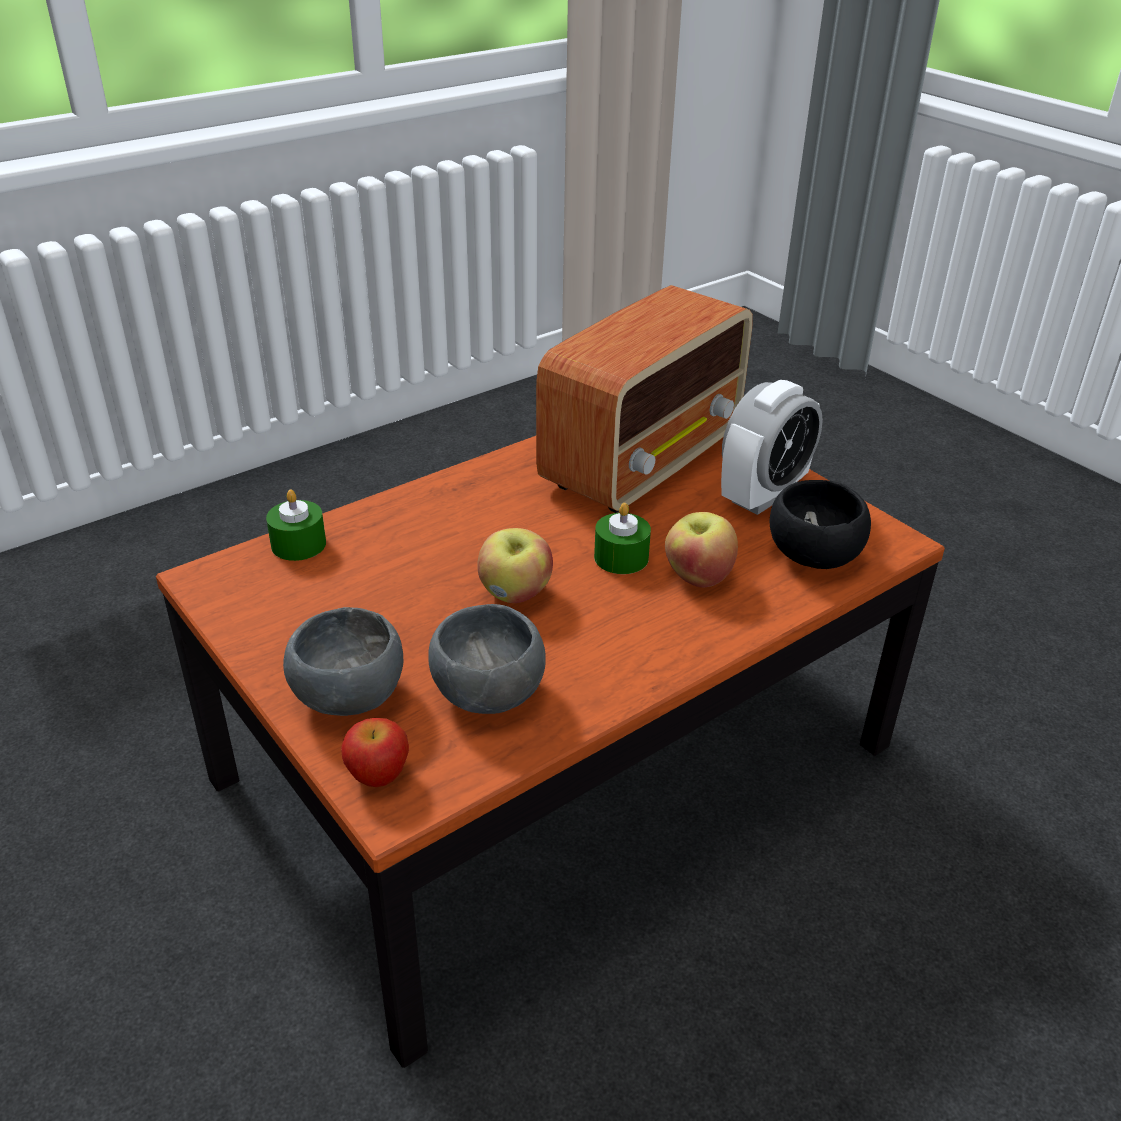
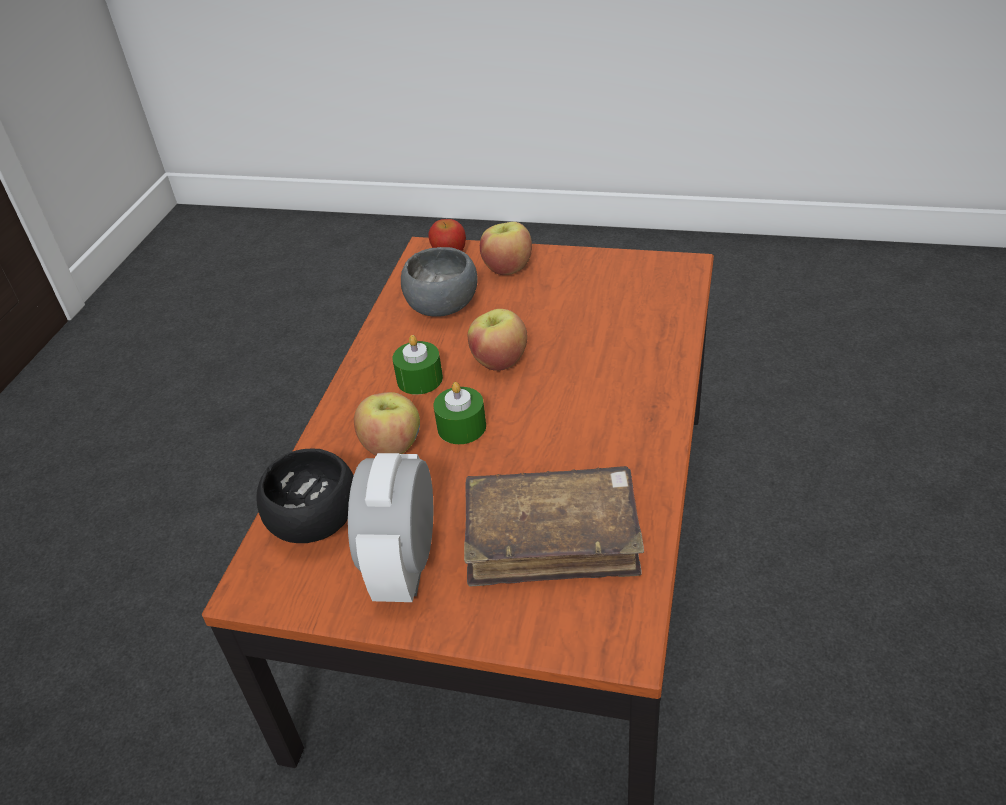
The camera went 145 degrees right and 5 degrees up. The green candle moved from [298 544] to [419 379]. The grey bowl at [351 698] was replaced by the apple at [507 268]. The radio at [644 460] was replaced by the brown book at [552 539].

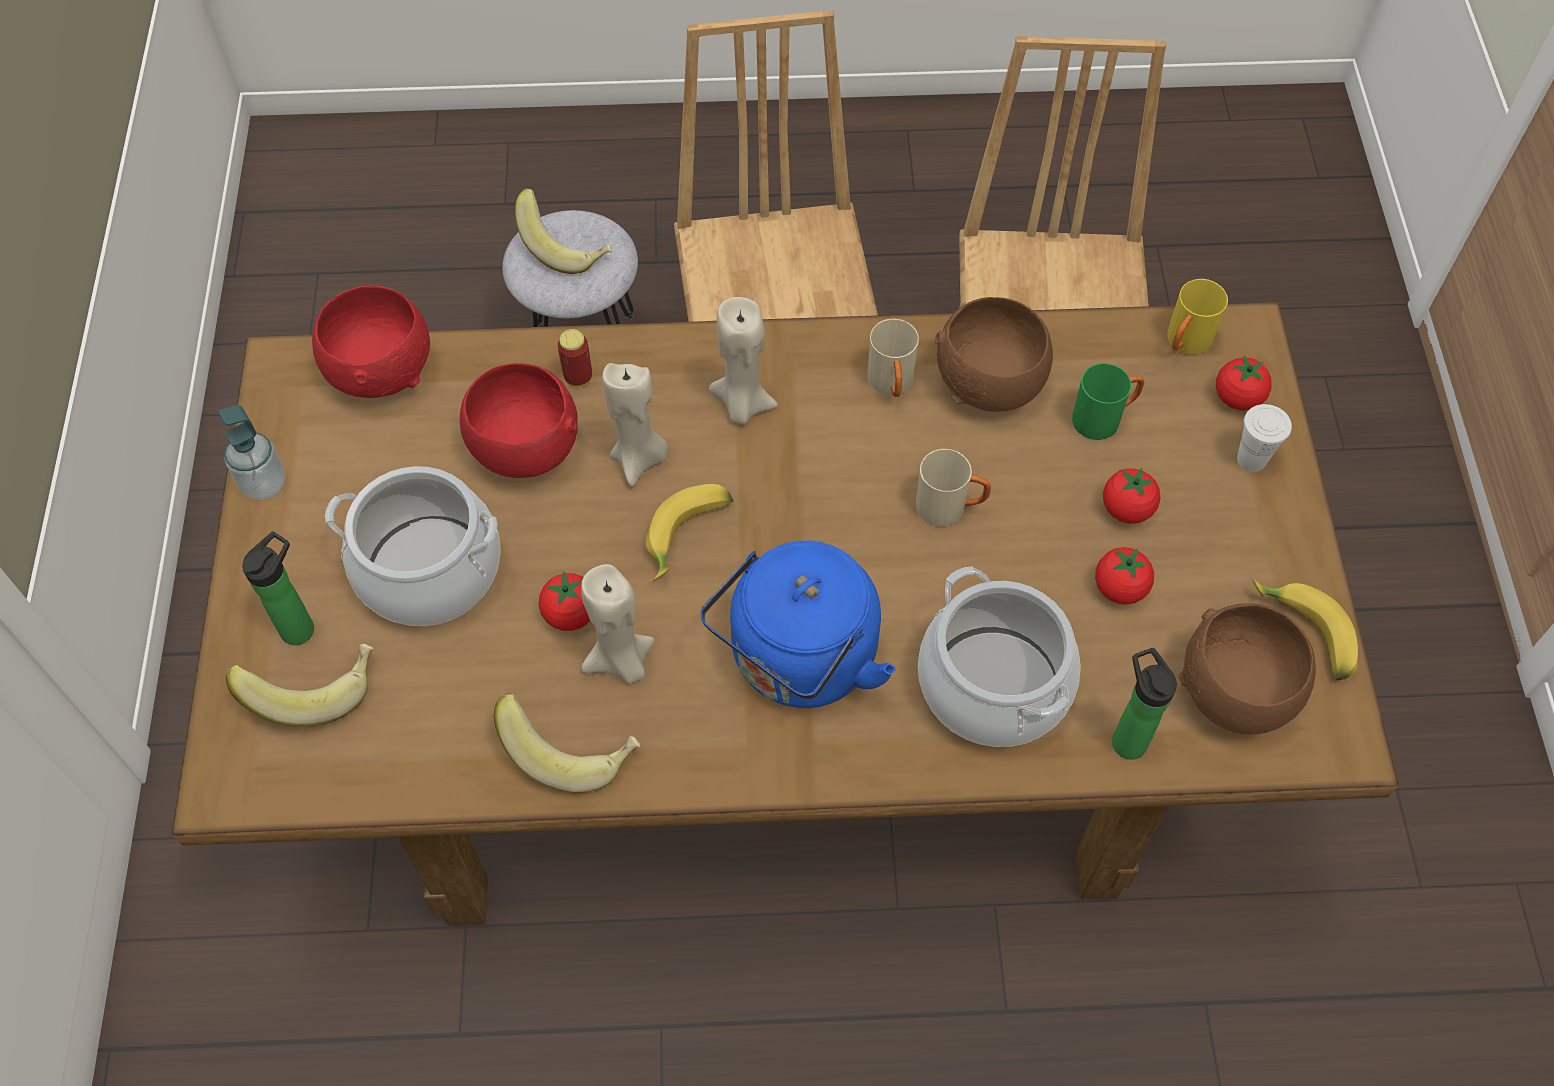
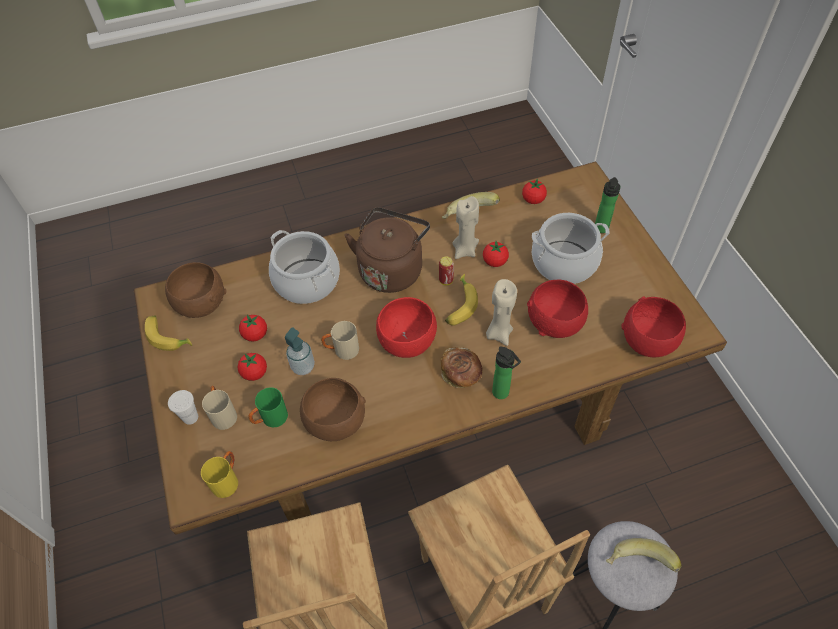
The camera went 165 degrees right and 5 degrees down. The banana at [314 689] disappeared. The red bowl at [406 341] appeared. The soap dispenser moved from [264 484] to [303 367]. The can moved from [578 377] to [446 281]. The beige mug moved from [891 385] to [223 414]. The bottle moved from [1126 738] to [502 394]. The tomato moved from [1237 398] to [533 200]. The beige candle at [742 404] was replaced by the bread at [461 374]. The blue kettle at [799 662] became the brown kettle at [391 269].

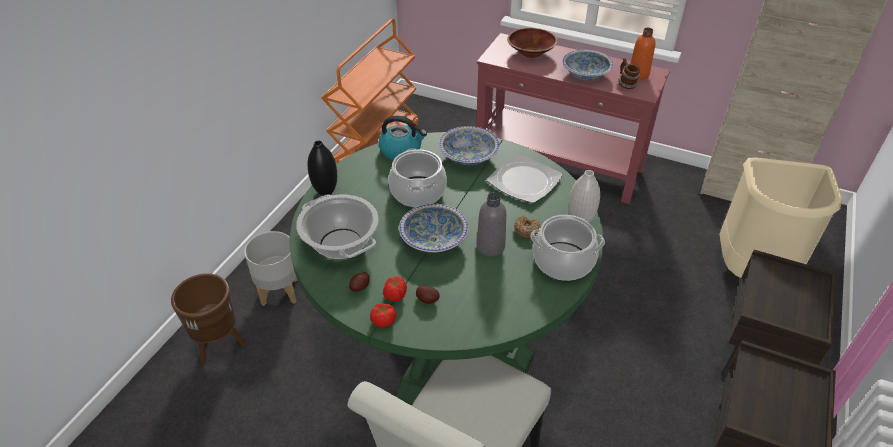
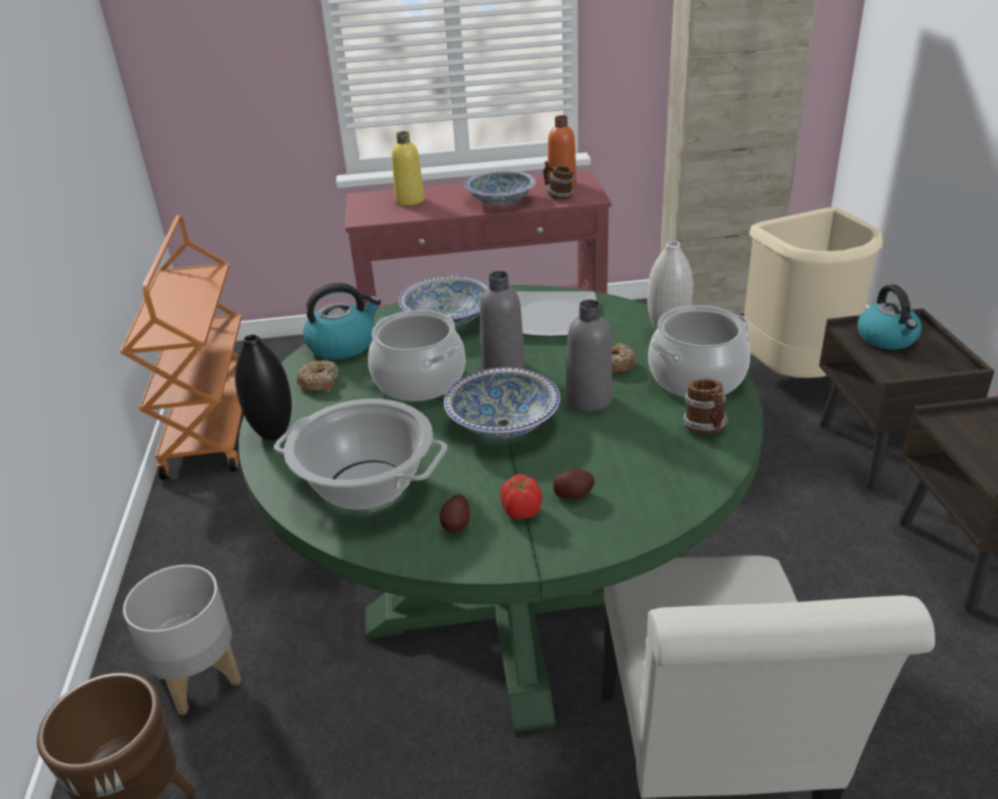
The camera went 30 degrees left and 10 degrees down. The tomato at [383 321] disappeared. The donut at [319 382] appeared. The grey bottle at [503 366] appeared. The mug at [706 428] appeared. The kettle at [887 339] appeared. The brown bowl at [531 53] was replaced by the yellow bottle at [410 200].

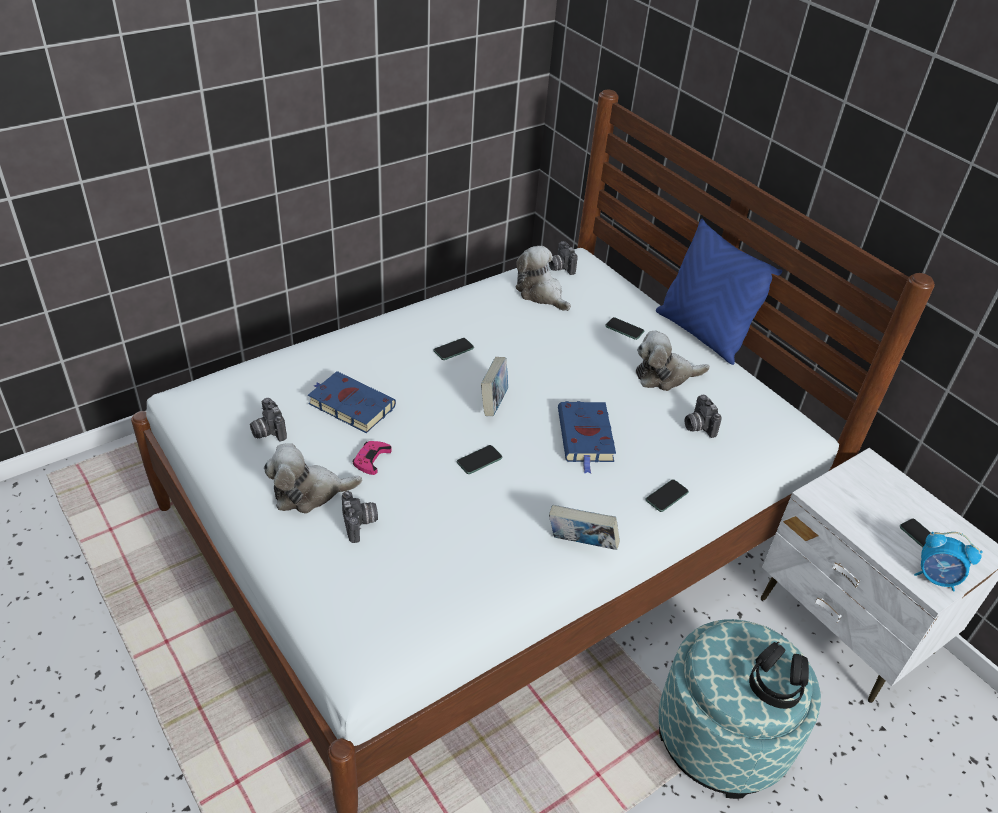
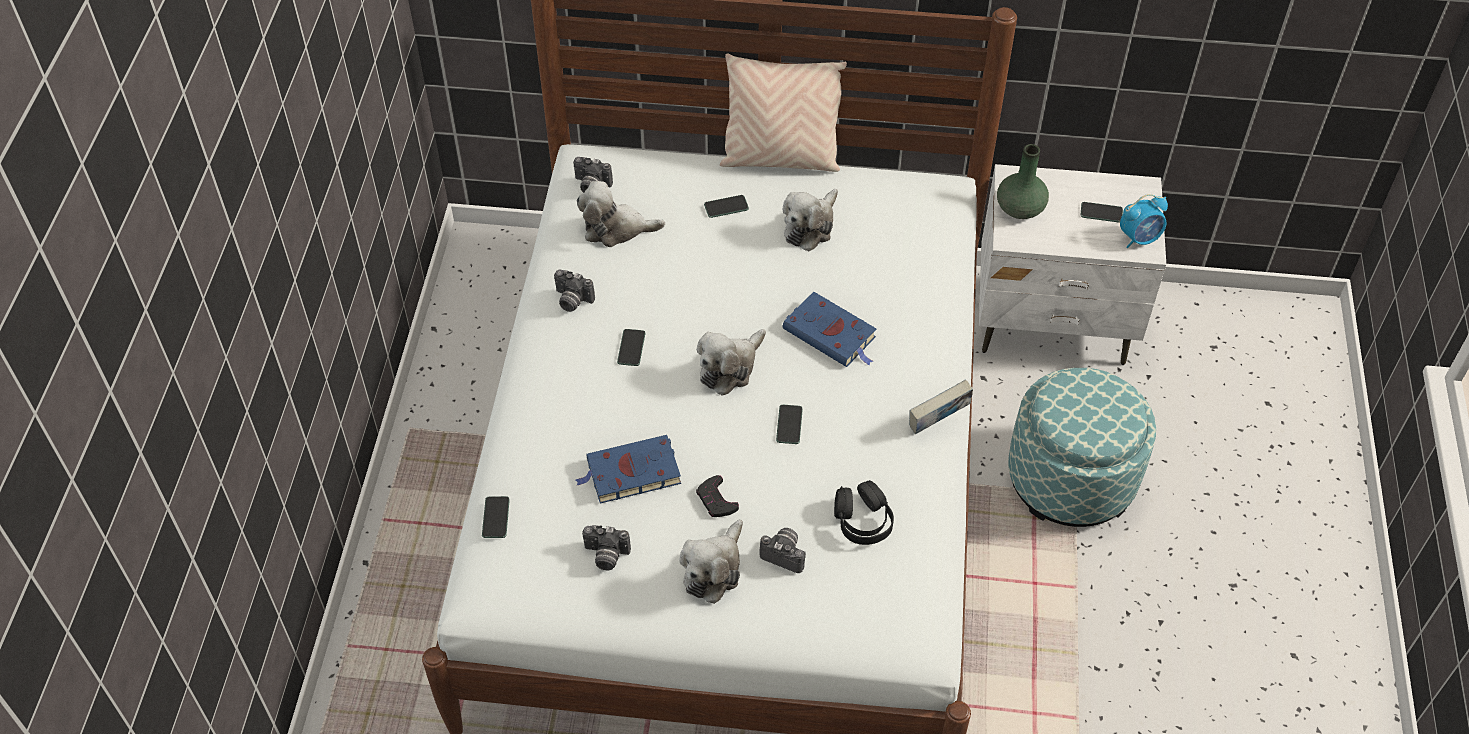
The camera went 45 degrees left and 10 degrees up. The green vase at [1019 209] appeared. The phone moved from [666 496] to [496 518]. The photo camera moved from [697 426] to [572 301]. The black headphones moved from [776 683] to [862 520]. The book at [493 403] was replaced by the plush toy at [730 367]. The pink game controller at [371 459] became the black game controller at [716 500]. The blue pillow at [702 334] became the beige pillow at [780 158].

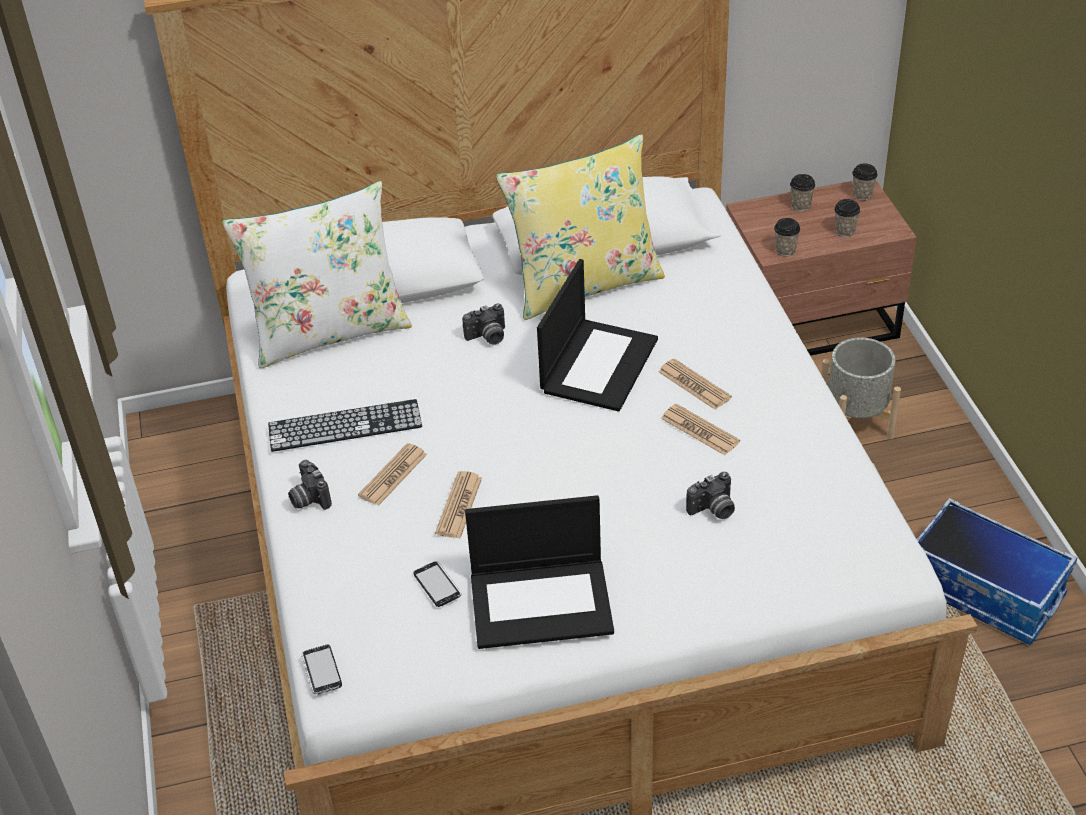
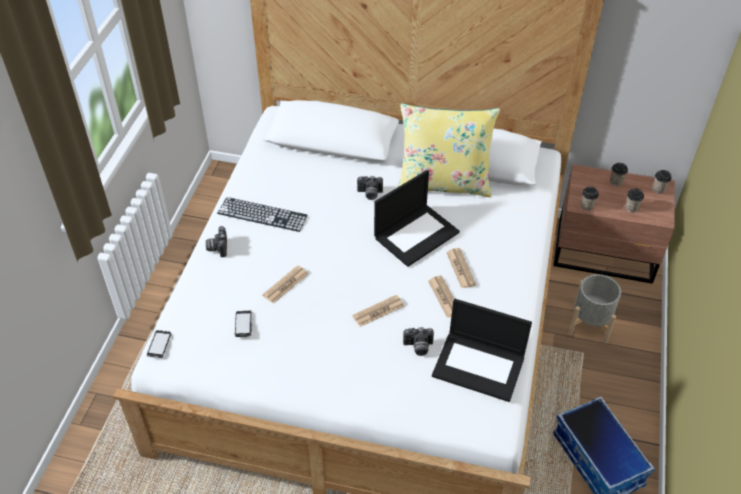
The camera went 25 degrees right and 5 degrees up. The white pillow at [329 331] disappeared. The newspaper moved from [393 475] to [378 311]. The laptop moved from [542 602] to [480 366].

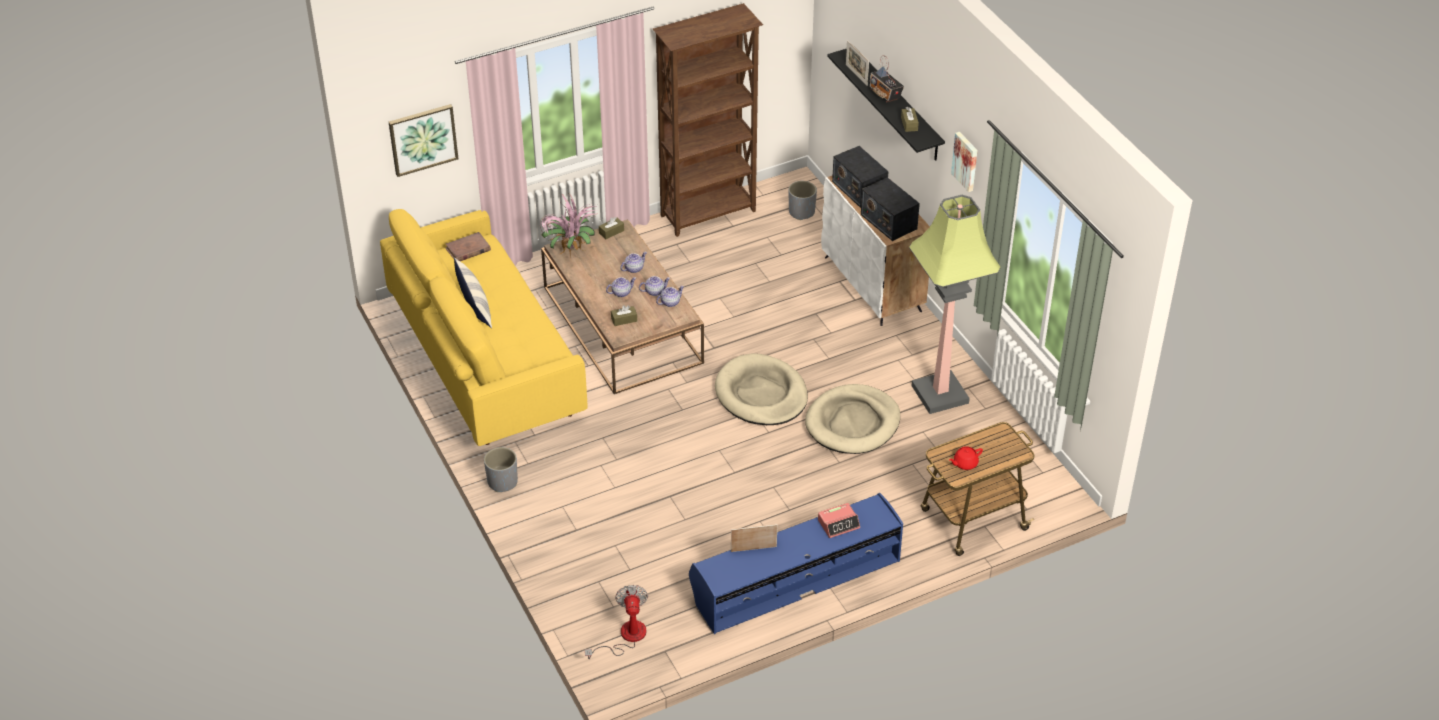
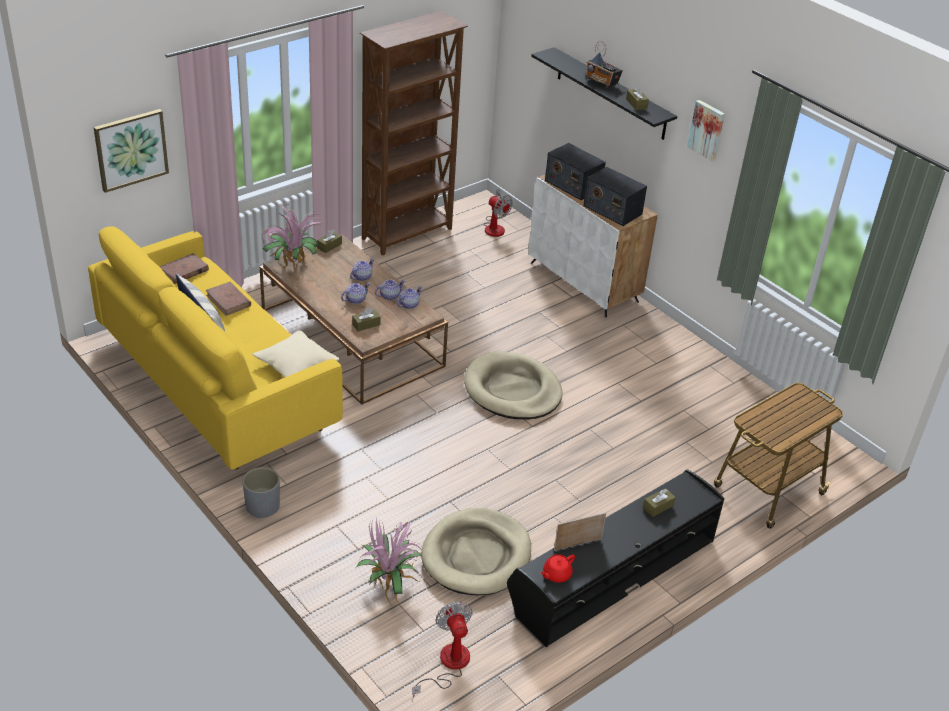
The camera went 15 degrees left and 5 degrees down. The picture frame at [856 75] disappeared. The floor lamp at [941 394] disappeared. The brown book at [228 301] appeared. The beige pillow at [296 365] appeared. The potted plant at [389 583] appeared. The beige dog bed moved from [852 423] to [476 555]. The red teapot moved from [965 463] to [556 574]. The grey planter at [801 212] was replaced by the fan at [495 227]. The alarm clock at [838 524] was replaced by the brown tissue box at [658 506]. The blue tv stand at [794 578] became the black tv stand at [611 572].

